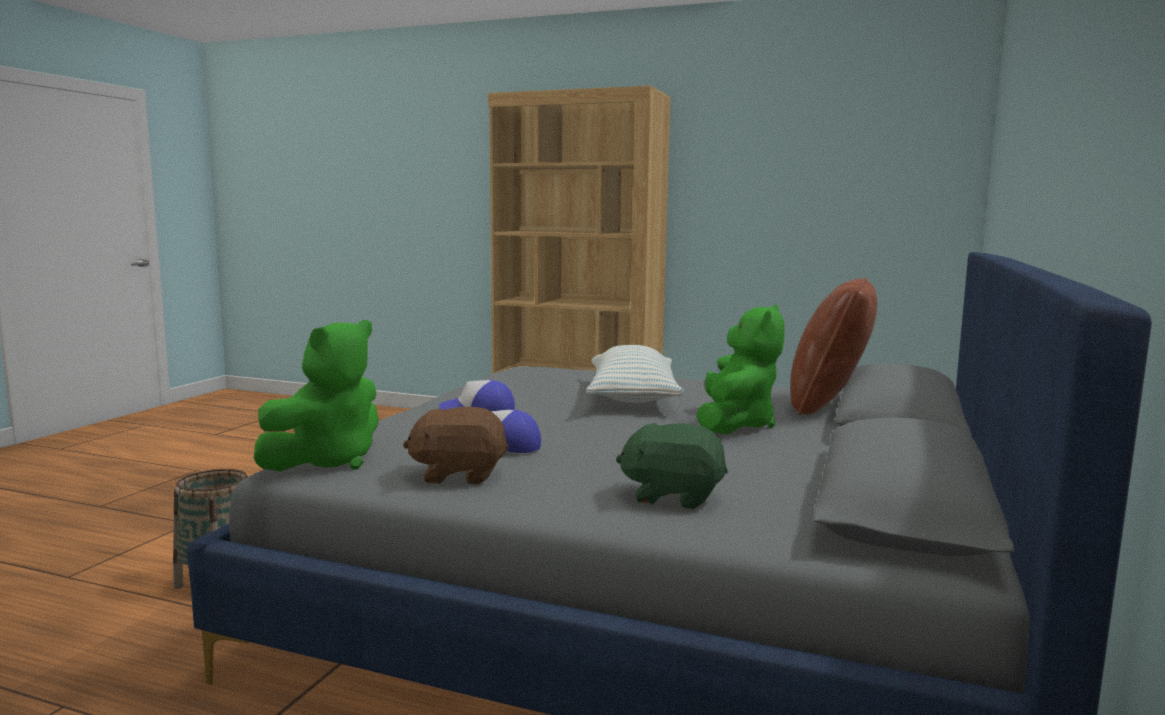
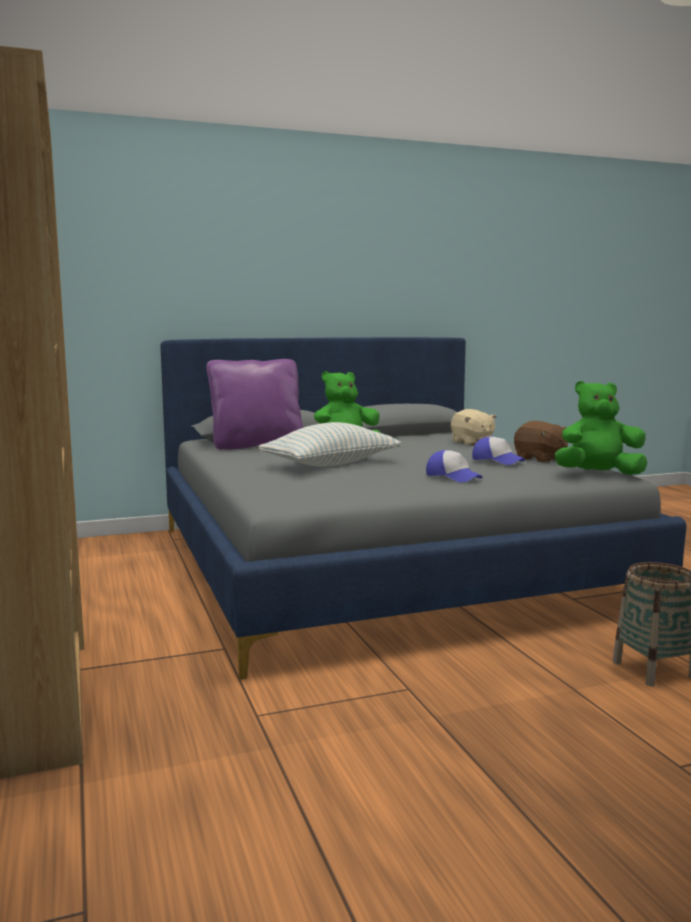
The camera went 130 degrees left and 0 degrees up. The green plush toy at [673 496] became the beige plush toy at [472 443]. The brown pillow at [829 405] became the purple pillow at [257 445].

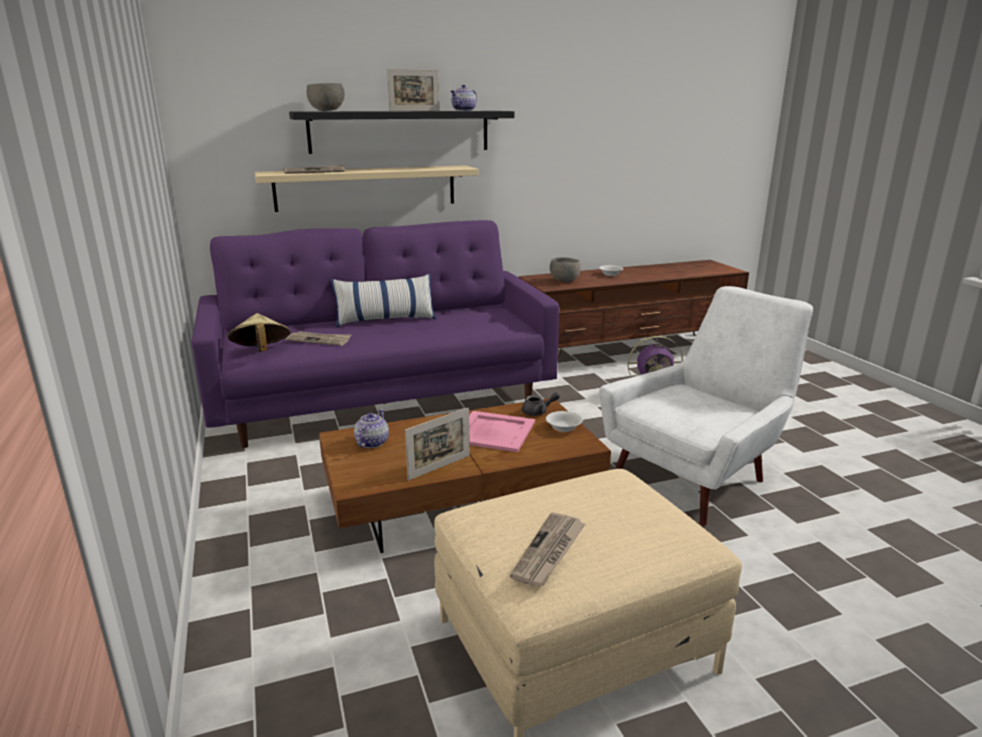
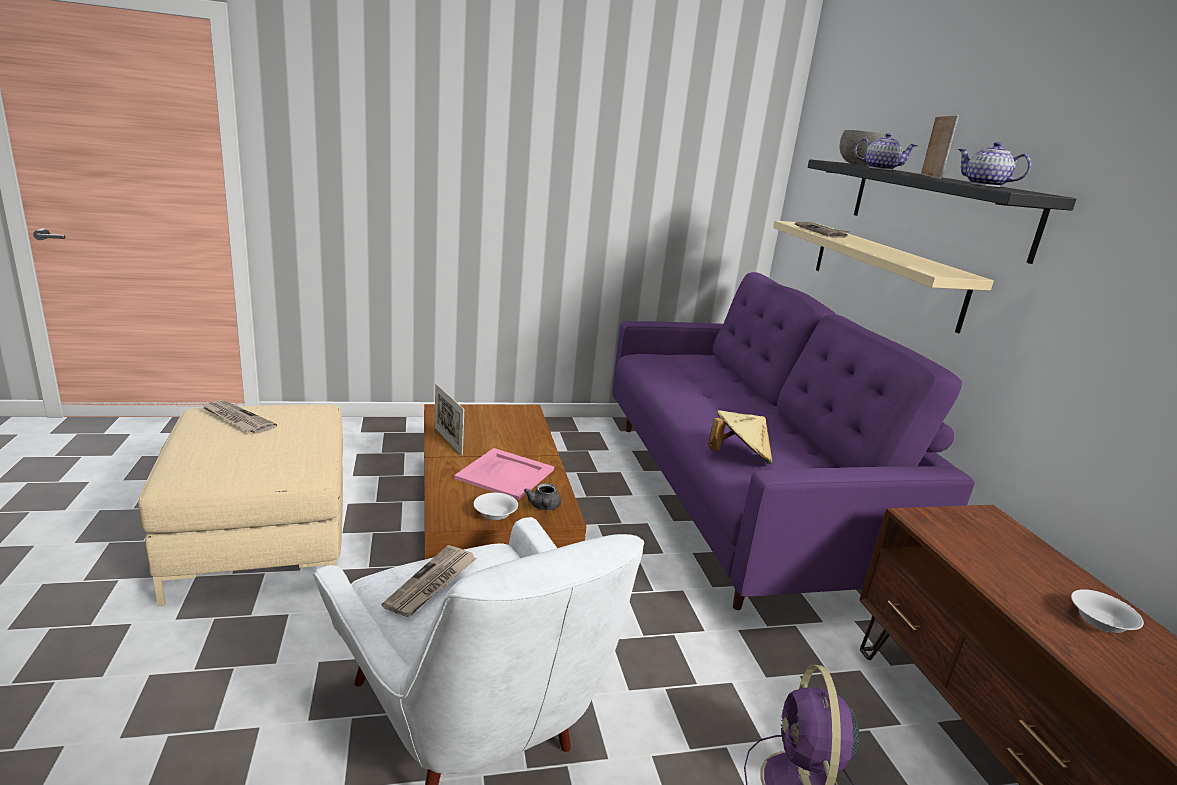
The camera went 95 degrees right and 0 degrees up. The pillow at [385 320] disappeared. The grey bowl at [565 281] disappeared. The beige hat moved from [261 352] to [739 458]. The newspaper moved from [319 340] to [431 583]. The teapot moved from [371 443] to [880 168]. The picture frame at [414 110] turned 150 degrees counterclockwise.

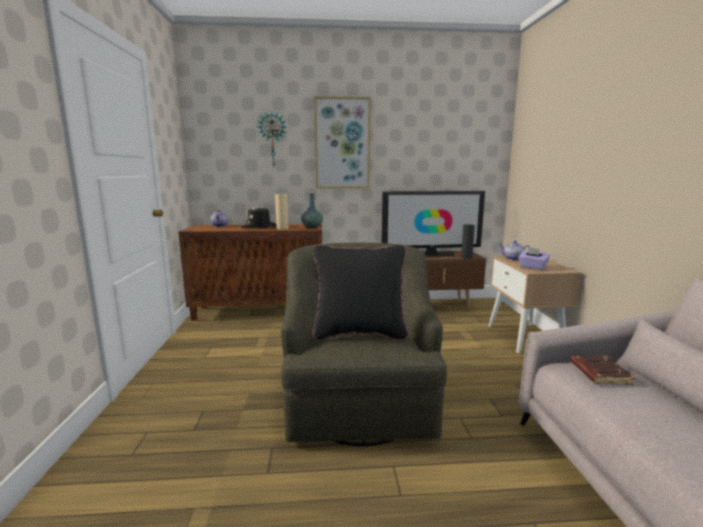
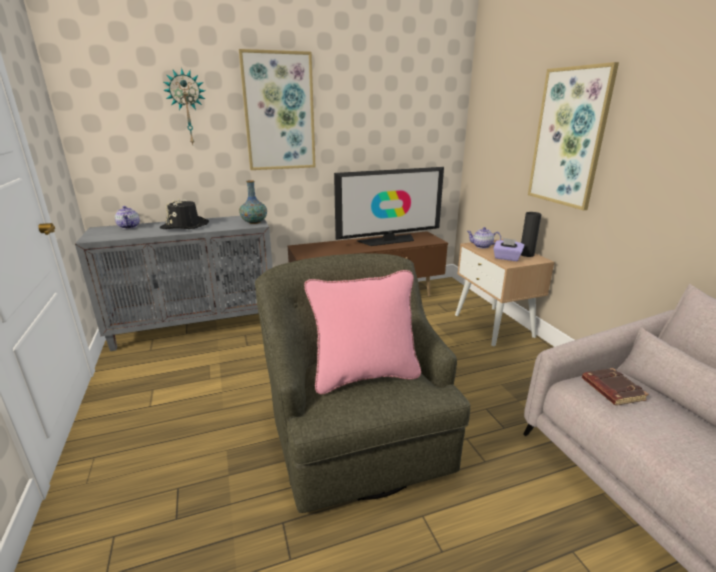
The camera went 15 degrees left and 10 degrees up. The beige vase at [282 228] disappeared. The picture at [569 138] appeared. The black vase moved from [466 257] to [526 254]. The brown cabinet at [260 311] became the grey cabinet at [197 326]. The black pillow at [359 334] became the pink pillow at [364 375].

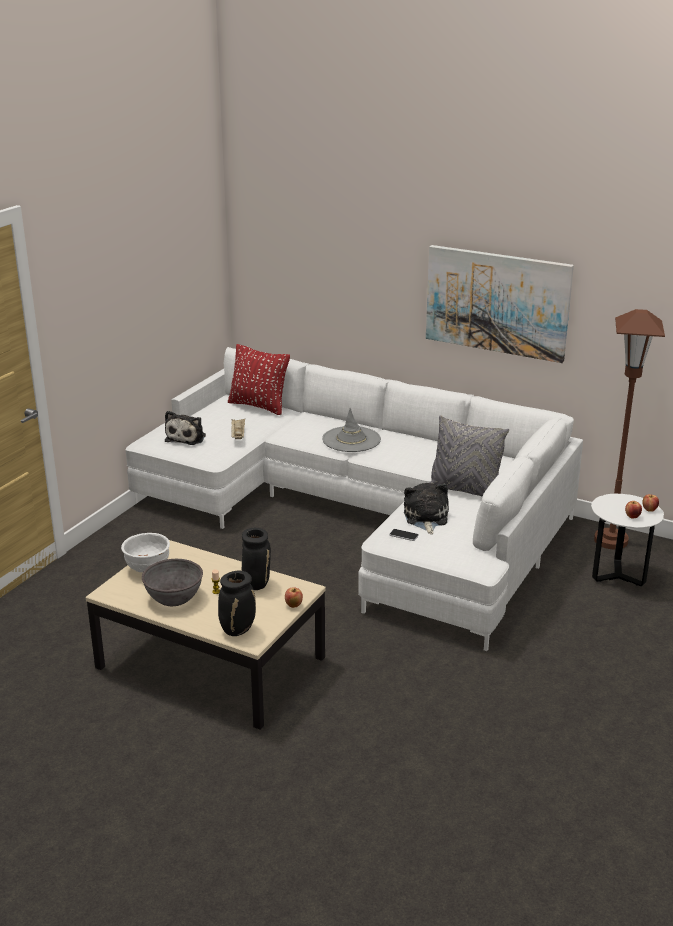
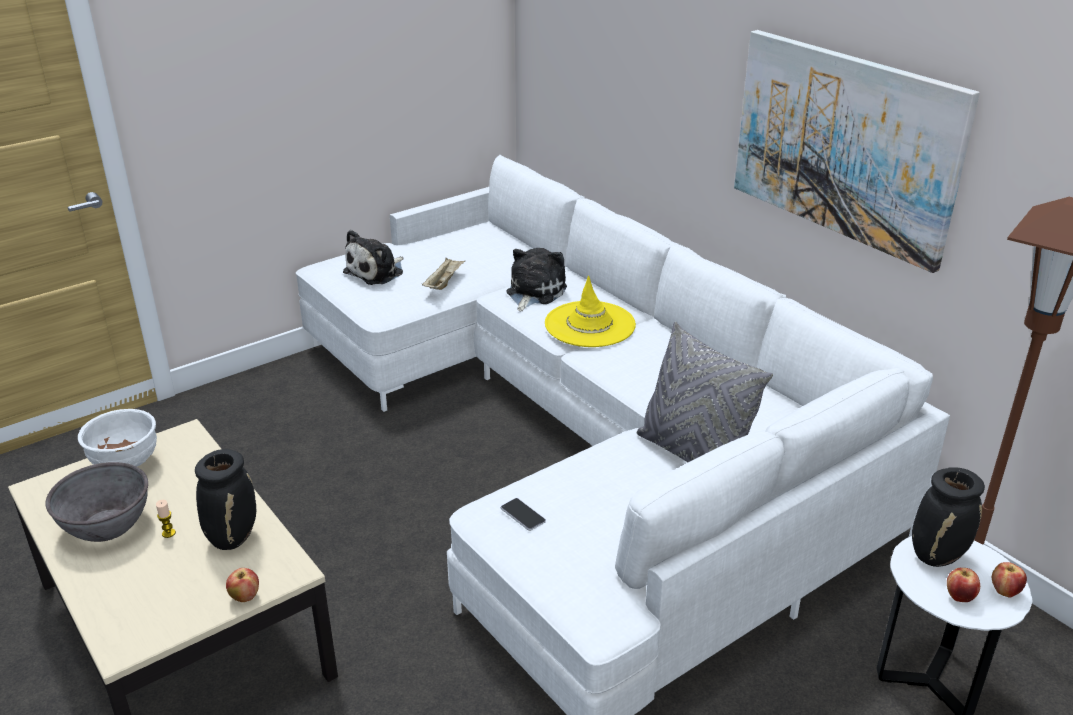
The camera went 25 degrees right and 5 degrees up. The red pillow at [258 406] disappeared. The black vase moved from [238 629] to [937 555]. The plush toy moved from [425 518] to [533 292]. The grey hat at [351 439] became the yellow hat at [590 325].

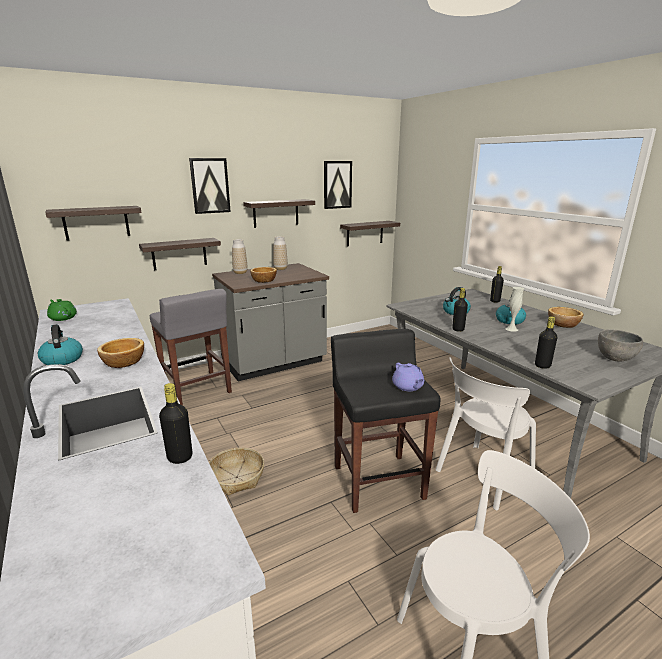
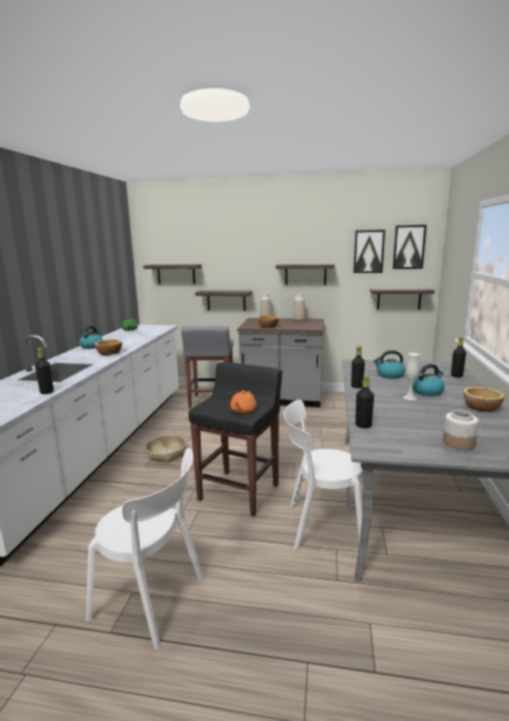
The camera went 40 degrees right and 5 degrees down. The picture moved from [210 185] to [409 247]. The grey bowl at [615 358] was replaced by the jar at [458 443]. The purple teapot at [408 386] became the orange teapot at [243 410].

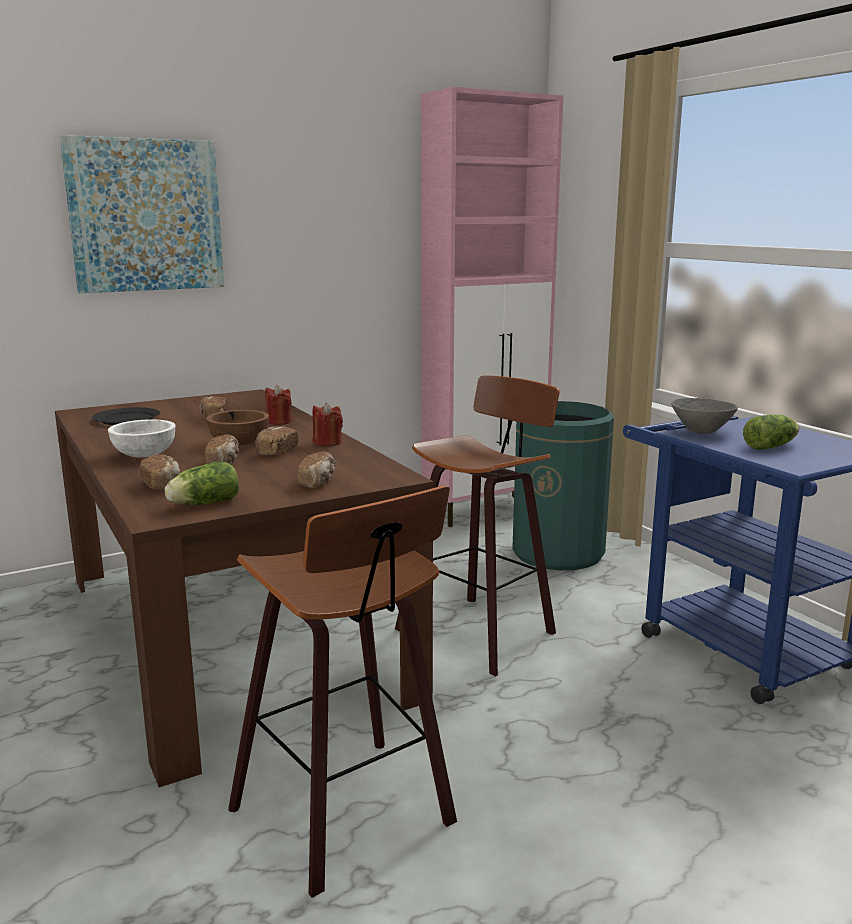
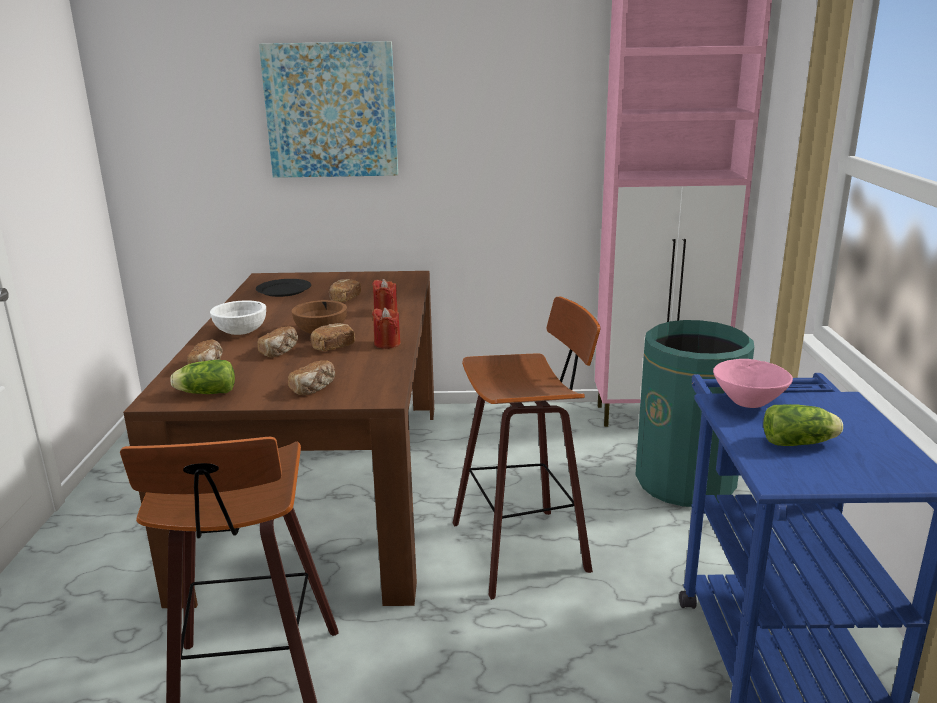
The camera went 30 degrees right and 5 degrees up. The grey bowl at [701 430] became the pink bowl at [749 401].

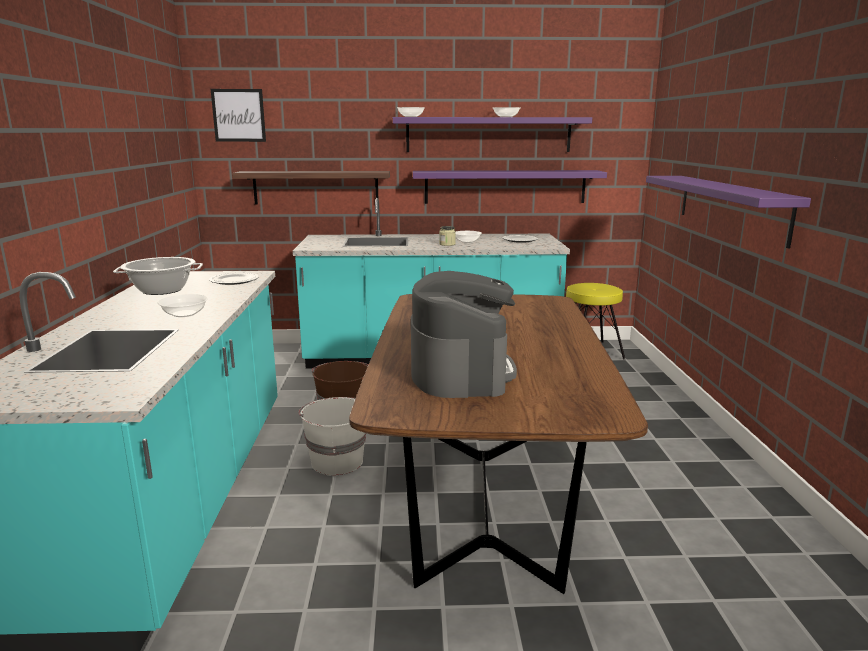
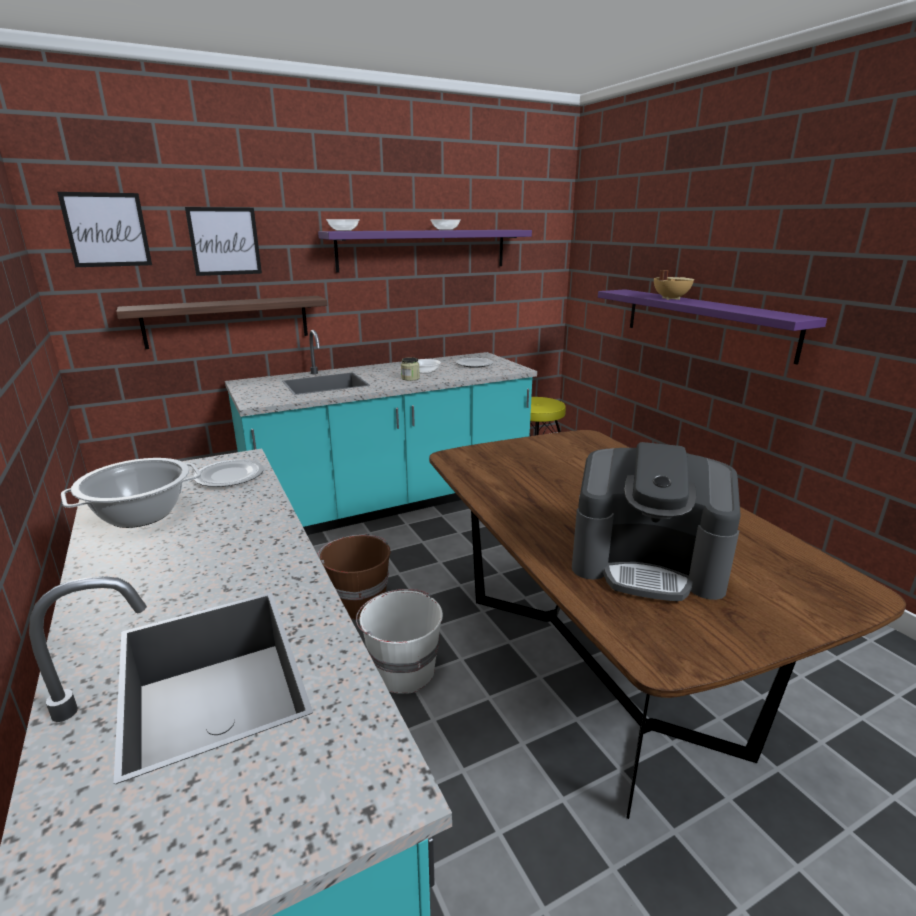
The camera went 25 degrees left and 5 degrees up. The bowl at [184 314] disappeared. The purple shelf at [505 186] disappeared. The picture at [224 241] appeared. The beige cooking pot at [670 298] appeared. The coffee machine at [460 372] turned 135 degrees clockwise.

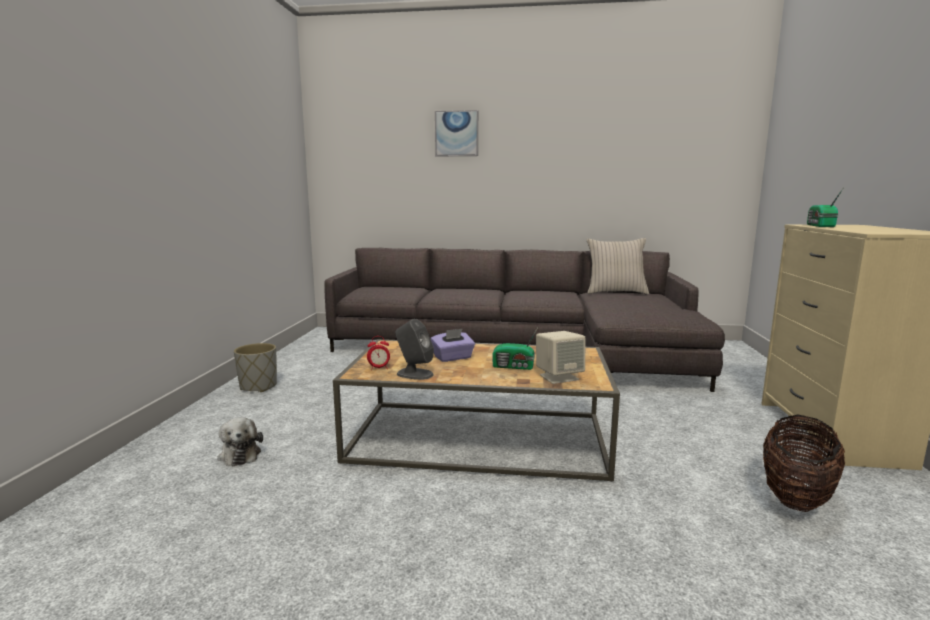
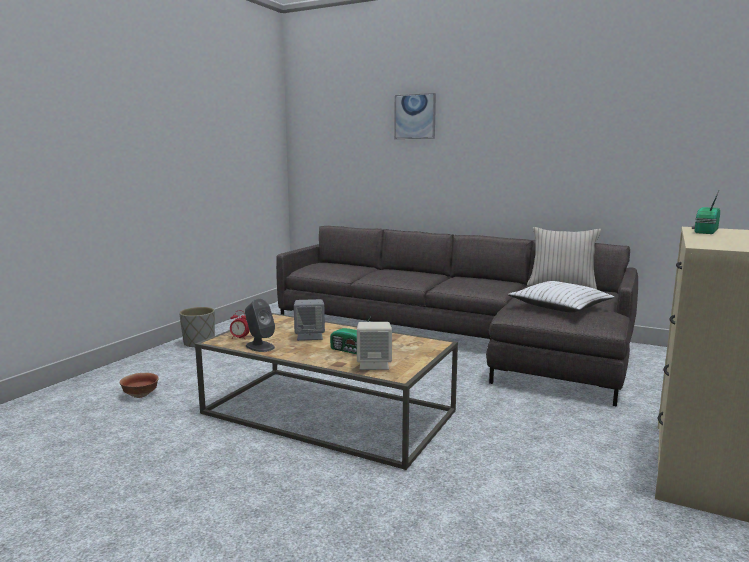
The camera went 20 degrees right and 0 degrees up. The basket at [795 496] disappeared. The white pillow at [560 306] appeared. The plush toy at [239 454] was replaced by the bowl at [141 395]. The purple tissue box at [453 358] was replaced by the grey speaker at [310 336].

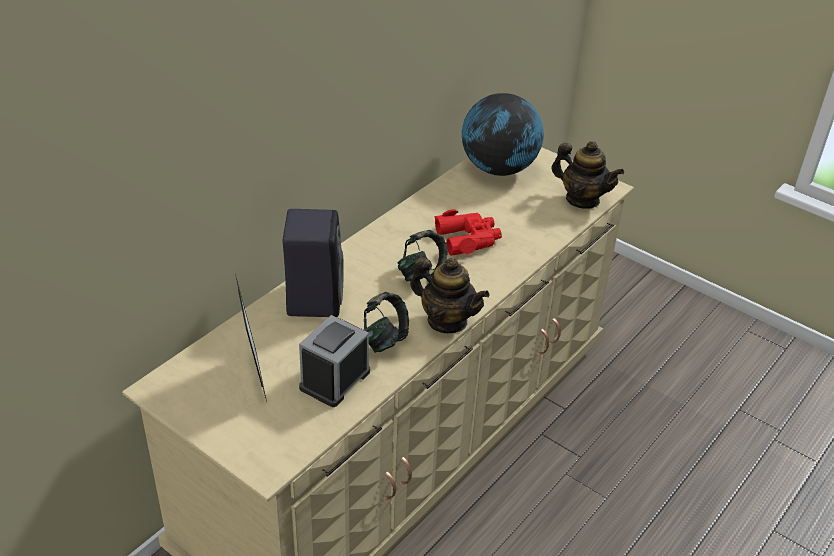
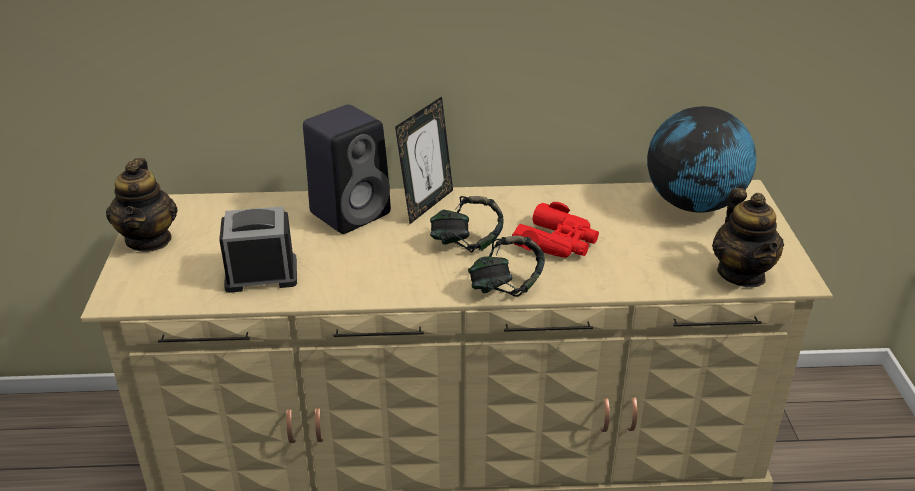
The camera went 50 degrees right and 5 degrees down. The picture frame moved from [254 376] to [426 205]. The headphones moved from [384 339] to [505 287]. The teapot moved from [447 321] to [149 239].

